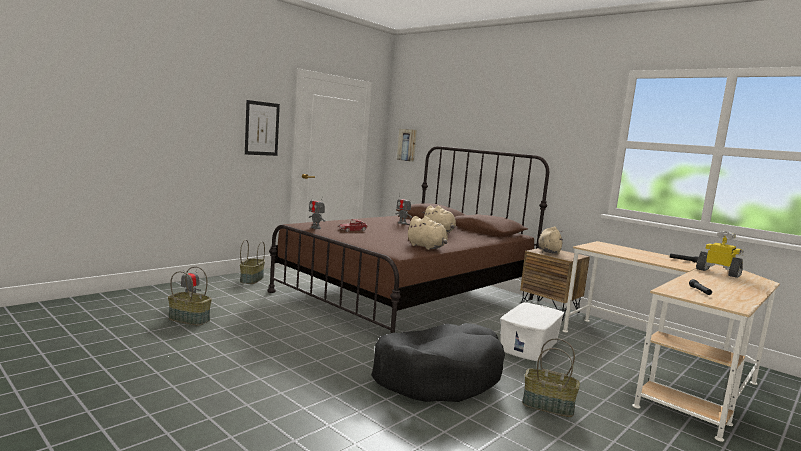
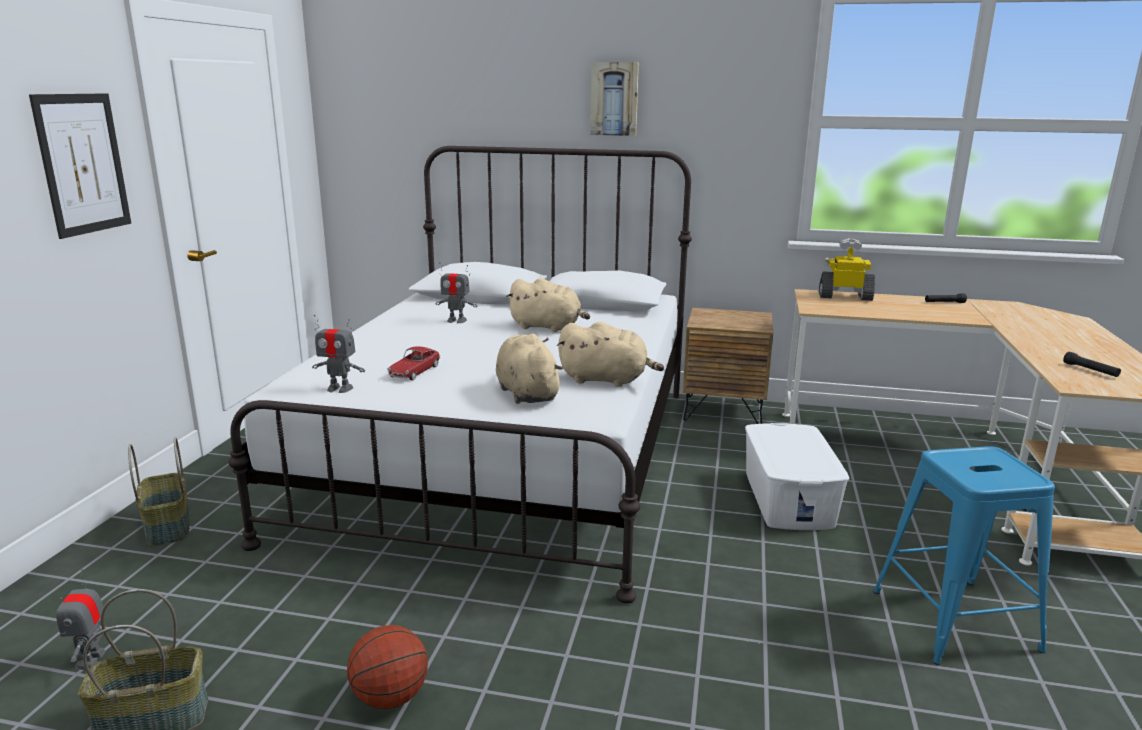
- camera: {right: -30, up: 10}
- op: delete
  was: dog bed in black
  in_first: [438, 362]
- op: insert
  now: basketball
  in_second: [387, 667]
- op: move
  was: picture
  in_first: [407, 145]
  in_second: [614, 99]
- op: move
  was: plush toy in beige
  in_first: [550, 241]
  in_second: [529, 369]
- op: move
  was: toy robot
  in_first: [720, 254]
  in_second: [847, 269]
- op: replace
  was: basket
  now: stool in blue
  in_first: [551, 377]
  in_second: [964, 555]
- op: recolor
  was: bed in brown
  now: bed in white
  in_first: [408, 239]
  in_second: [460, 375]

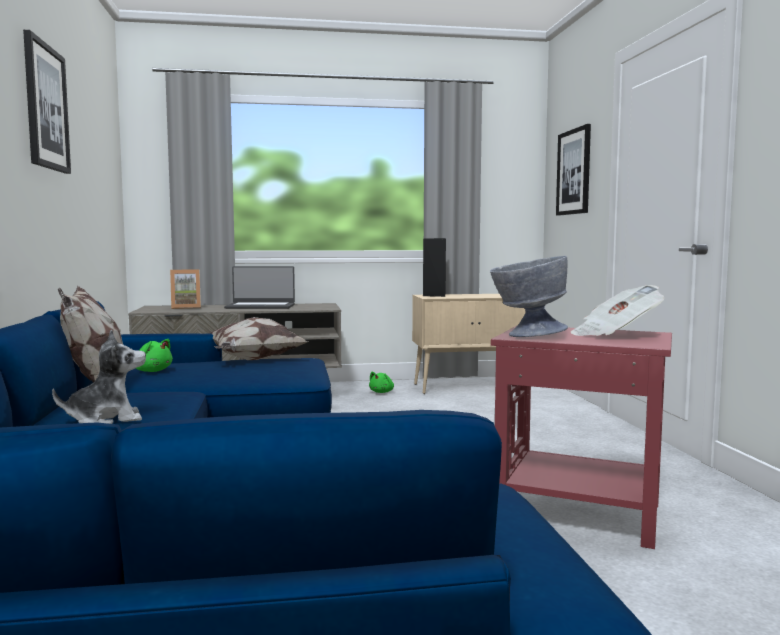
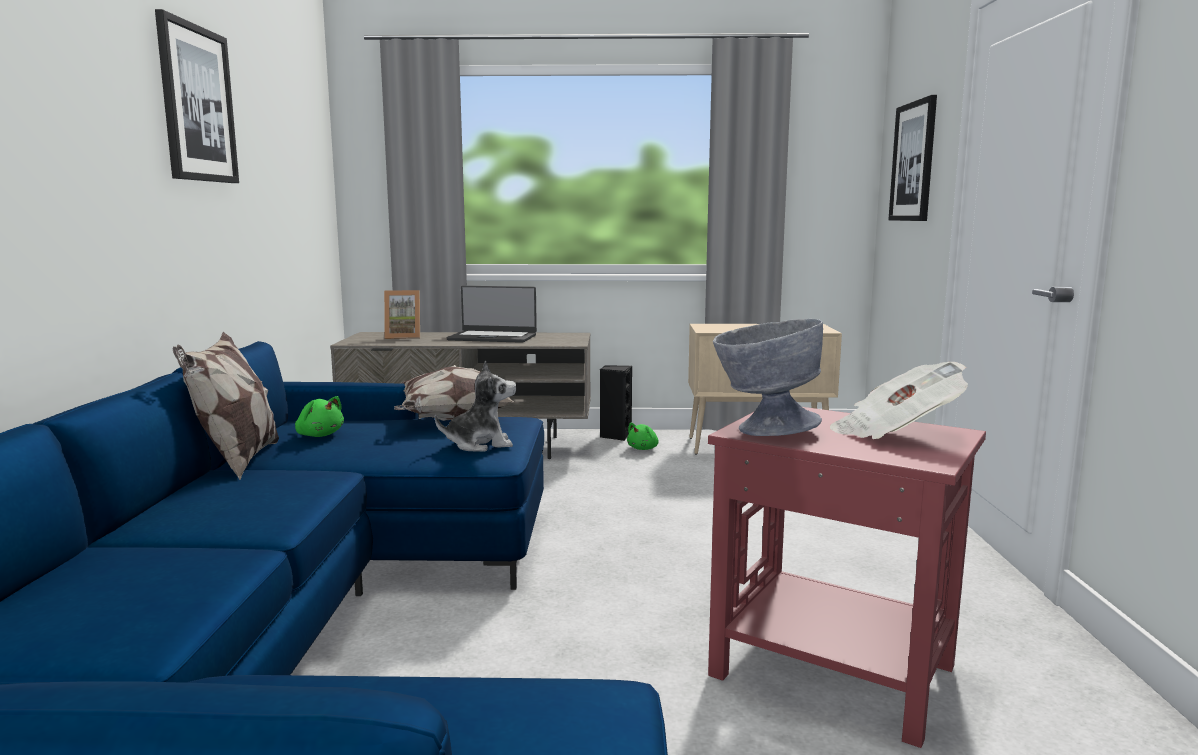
- camera: {right: 10, up: 5}
- op: move
  was: plush toy
  in_first: [99, 377]
  in_second: [475, 406]
- op: move
  was: speaker in black
  in_first: [434, 267]
  in_second: [616, 403]

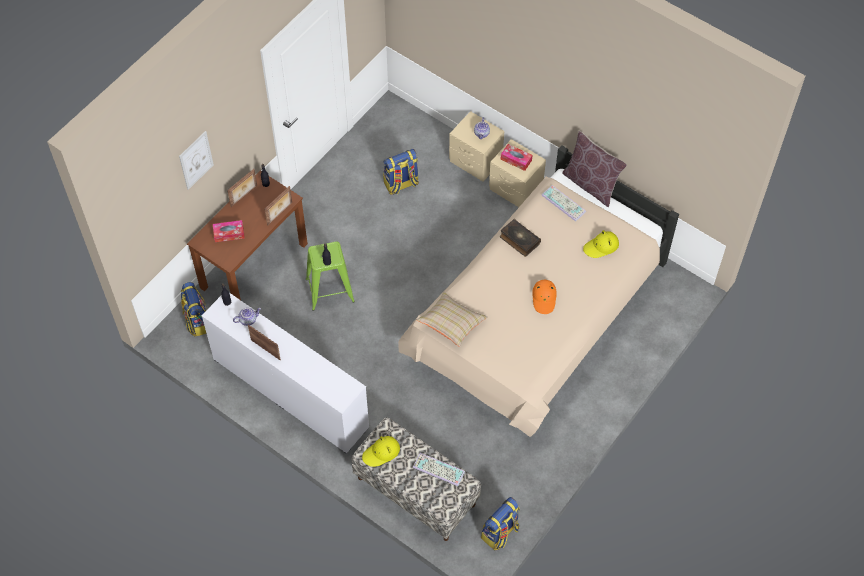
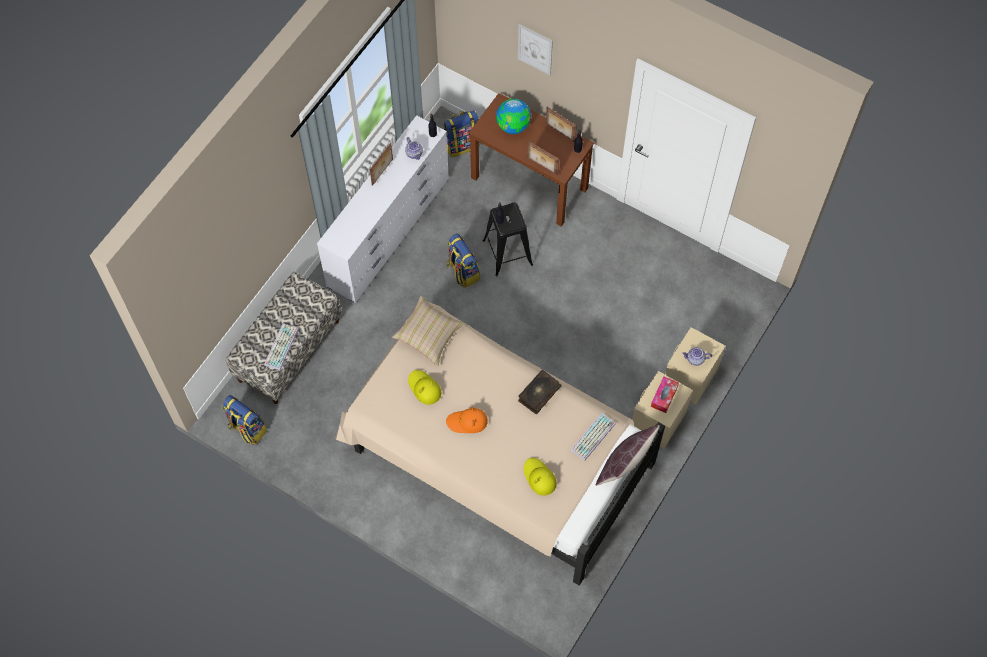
- camera: {right: 85, up: 5}
- op: move
  was: hat in yellow
  in_first: [381, 451]
  in_second: [424, 387]
- op: move
  was: backpack
  in_first: [401, 172]
  in_second: [463, 261]
- op: replace
  was: tissue box
  now: globe
  in_first: [229, 231]
  in_second: [513, 116]
- op: recolor
  was: stool in green
  now: stool in black
  in_first: [330, 276]
  in_second: [508, 239]

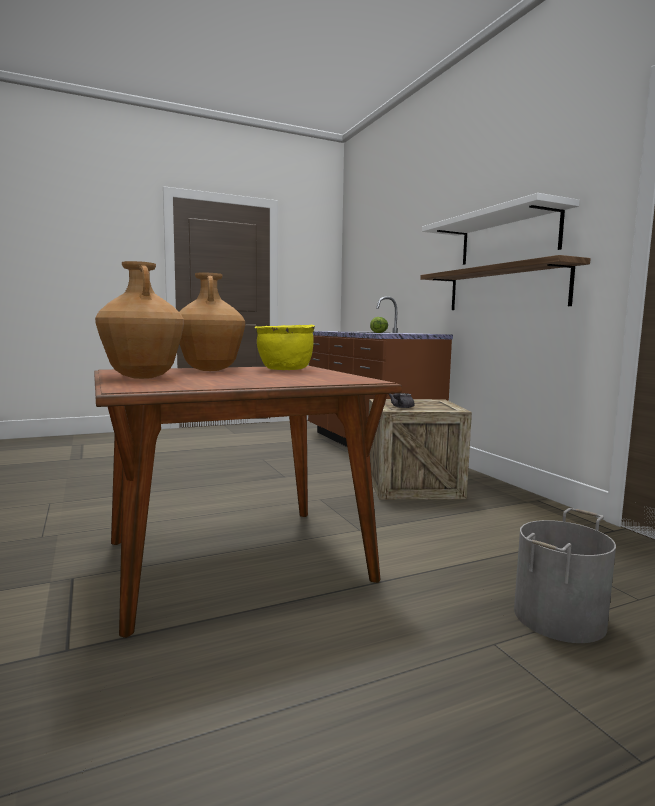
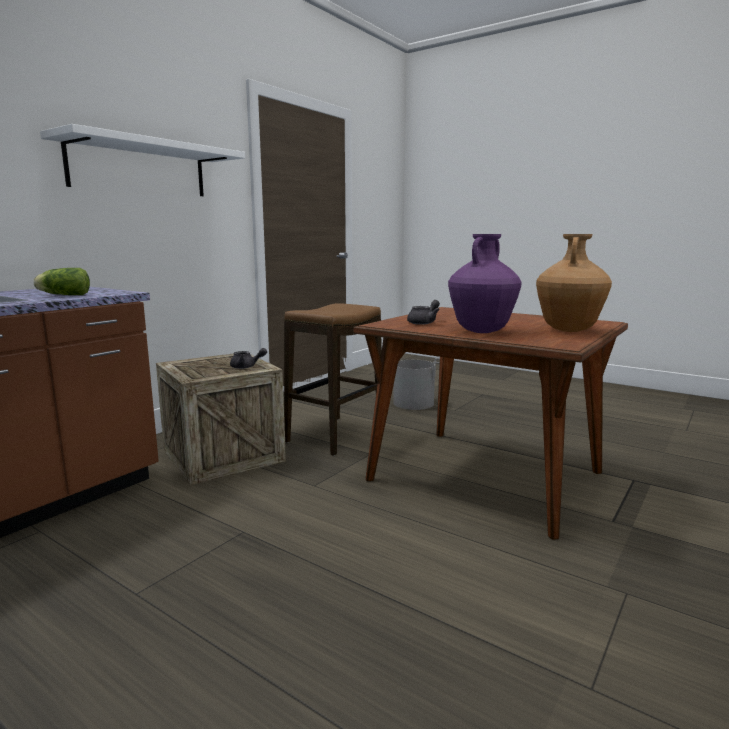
- camera: {right: -120, up: 5}
- op: delete
  was: shelf
  in_first: [505, 282]
- op: insert
  now: stool
  in_second: [333, 379]
- op: replace
  was: cooking pot in yellow
  now: teapot in grey
  in_first: [285, 347]
  in_second: [423, 312]
- op: recolor
  was: vase in brown
  now: vase in purple
  in_first: [212, 322]
  in_second: [485, 283]

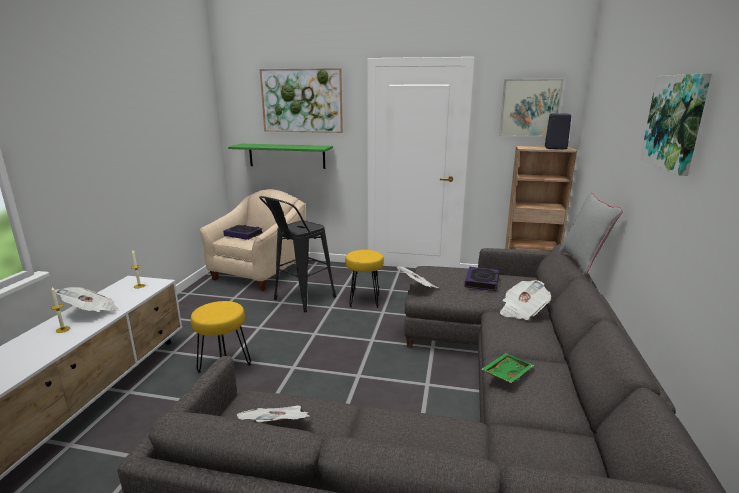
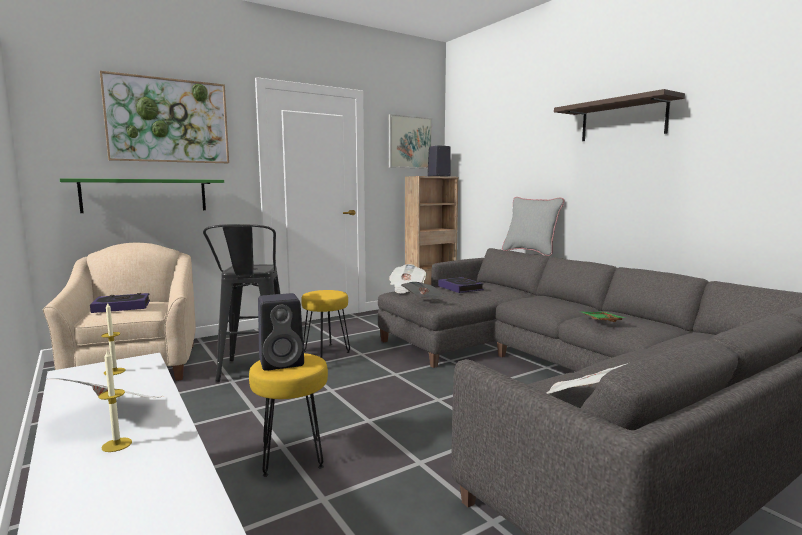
- camera: {right: -45, up: -10}
- op: insert
  now: speaker in black
  in_second: [281, 332]
- op: move
  was: newspaper
  in_first: [525, 300]
  in_second: [408, 278]
- op: replace
  was: picture
  now: shelf
  in_first: [676, 124]
  in_second: [619, 115]

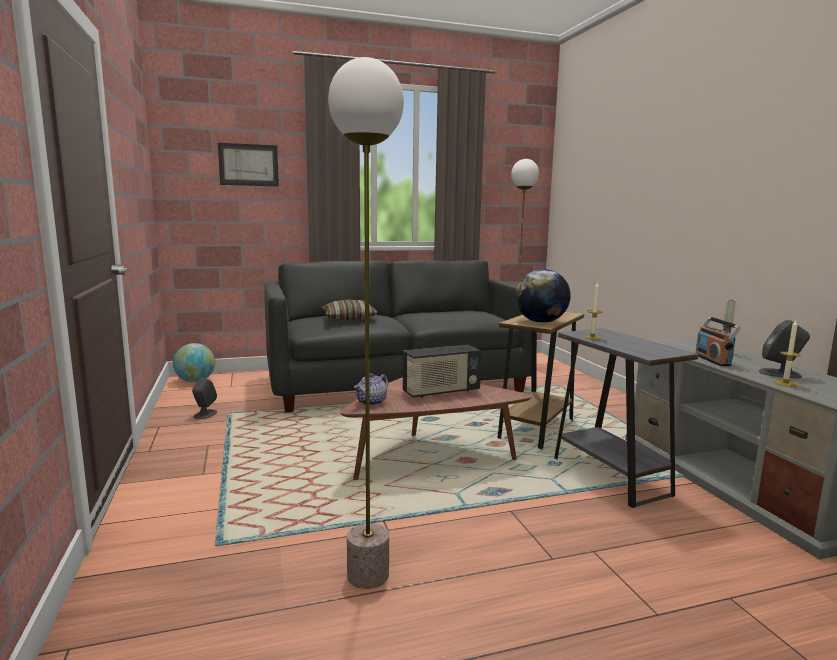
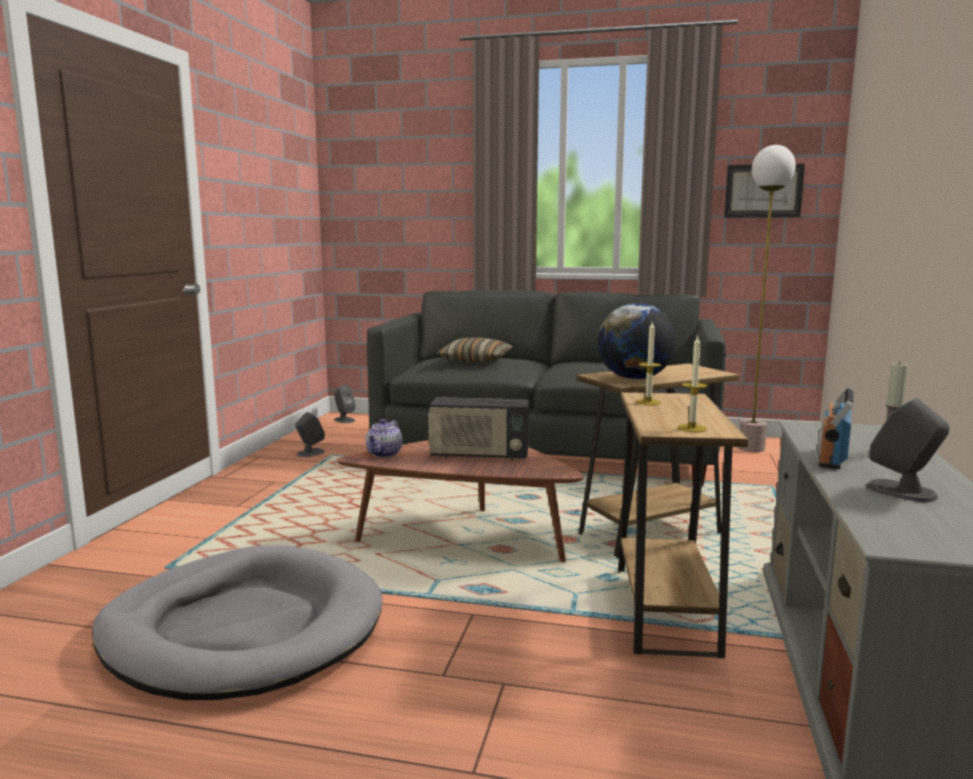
- camera: {right: 30, up: 0}
- op: move
  was: picture
  in_first: [248, 164]
  in_second: [764, 191]
- op: move
  was: candle
  in_first: [787, 353]
  in_second: [692, 384]
- op: replace
  was: globe
  now: speaker in grey
  in_first: [194, 362]
  in_second: [345, 404]
- op: replace
  was: floor lamp
  now: dog bed in grey
  in_first: [366, 323]
  in_second: [237, 622]
- op: recolor
  was: side table in grey
  now: side table in brown
  in_first: [626, 418]
  in_second: [683, 525]
- op: rotate
  was: teapot
  in_first: [371, 389]
  in_second: [384, 438]
  clockwise: -45

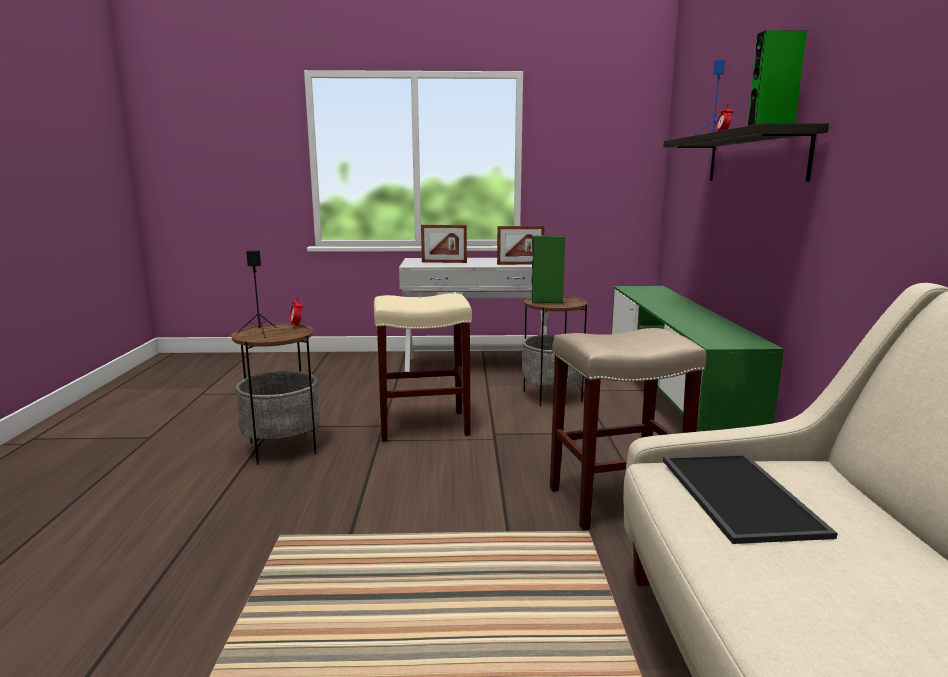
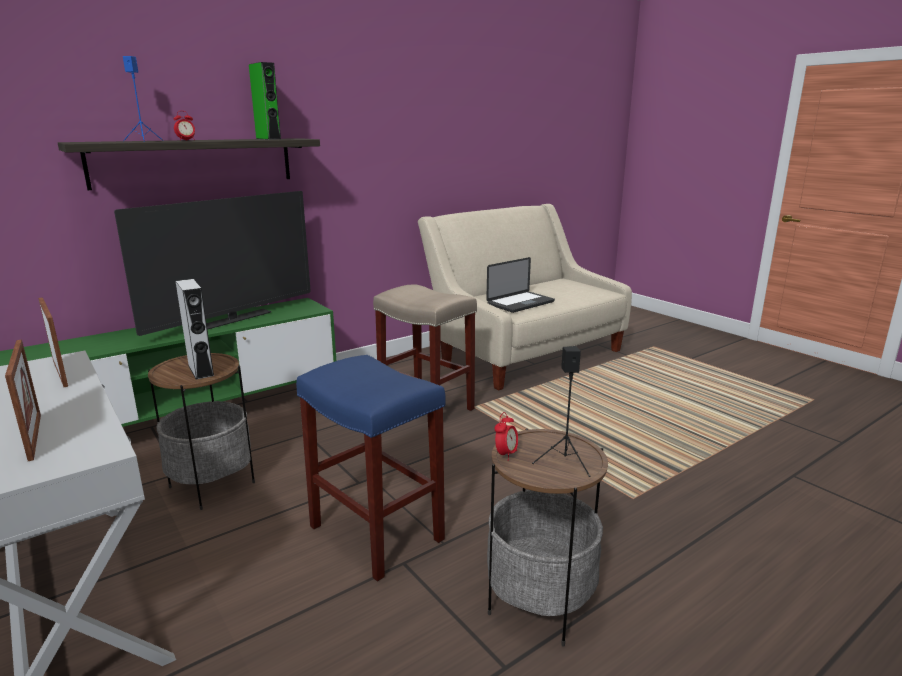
- camera: {right: -125, up: 5}
- op: insert
  now: television
  in_second: [212, 263]
- op: replace
  was: tray
  now: laptop
  in_first: [750, 499]
  in_second: [520, 285]
- op: recolor
  was: stool in beige
  now: stool in blue
  in_first: [423, 367]
  in_second: [371, 468]
- op: recolor
  was: speaker in green
  now: speaker in grey
  in_first: [548, 269]
  in_second: [195, 329]

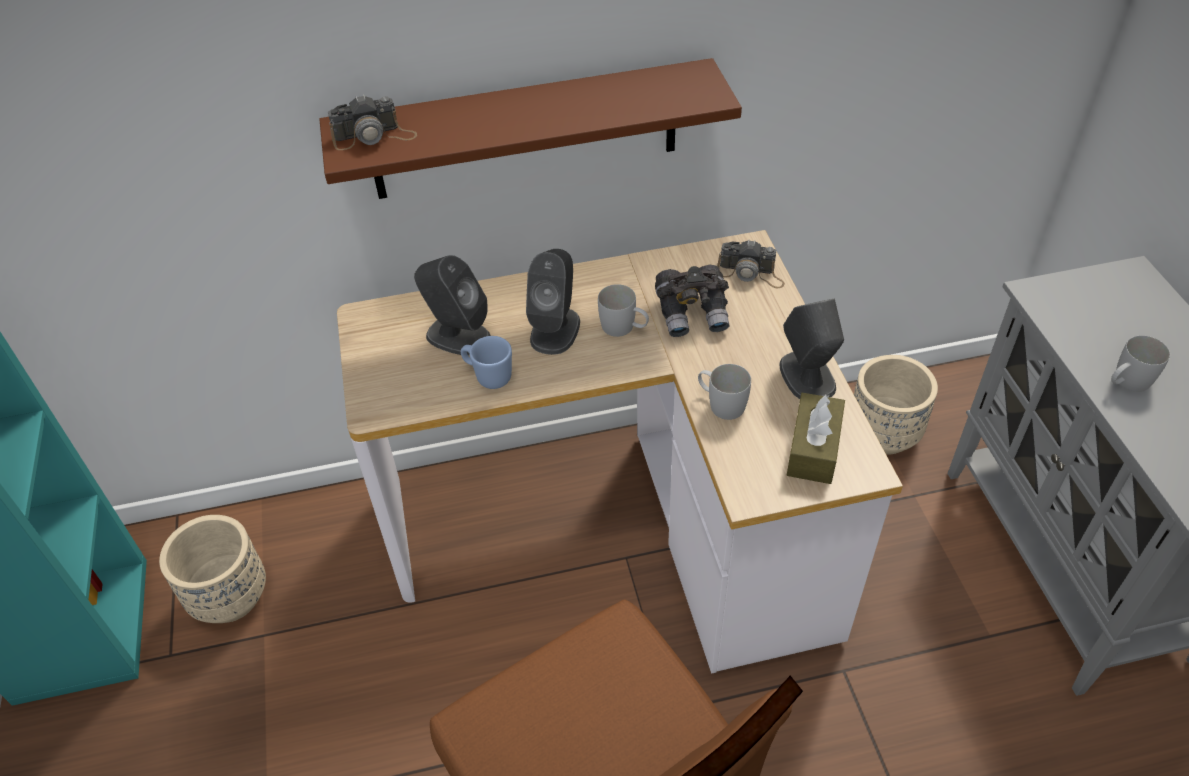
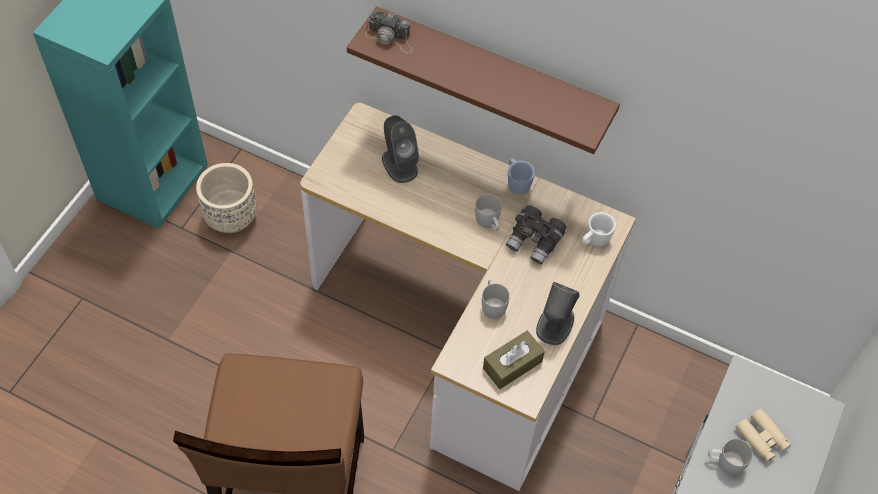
- camera: {right: 35, up: 10}
- op: delete
  was: speaker in grey
  in_first: [553, 302]
- op: delete
  was: planter in beige
  in_first: [896, 405]
- op: insert
  now: binoculars in beige
  in_second: [763, 435]
- op: move
  was: mug in blue
  in_first: [486, 362]
  in_second: [521, 176]
- op: replace
  was: photo camera
  now: mug in white
  in_first: [751, 263]
  in_second: [599, 229]

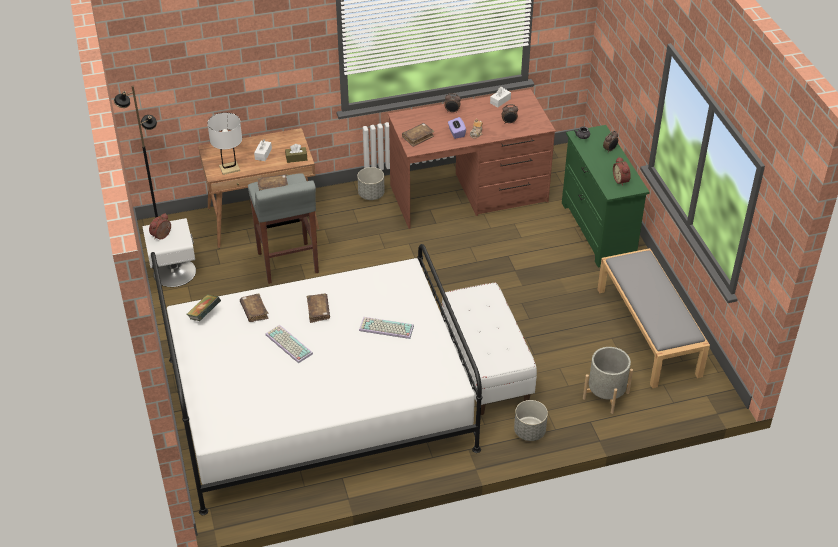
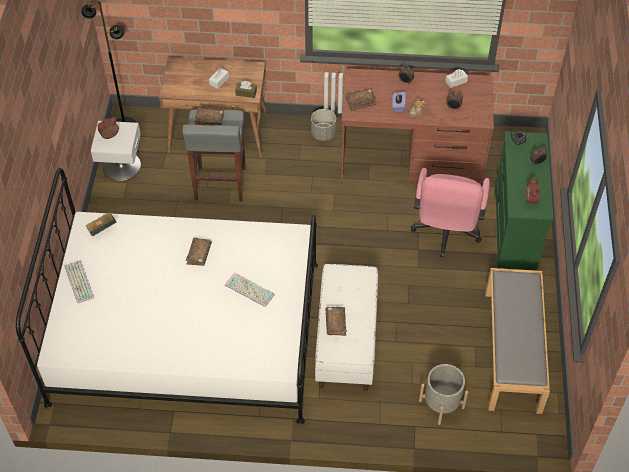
- camera: {right: 20, up: 10}
- op: delete
  was: table lamp in white
  in_first: [224, 143]
- op: delete
  was: planter in grey
  in_first: [531, 420]
- op: insert
  now: office chair in pink
  in_second: [450, 212]
- op: move
  was: book in brown
  in_first: [254, 308]
  in_second: [336, 321]
- op: move
  was: keyboard
  in_first: [289, 344]
  in_second: [79, 281]

